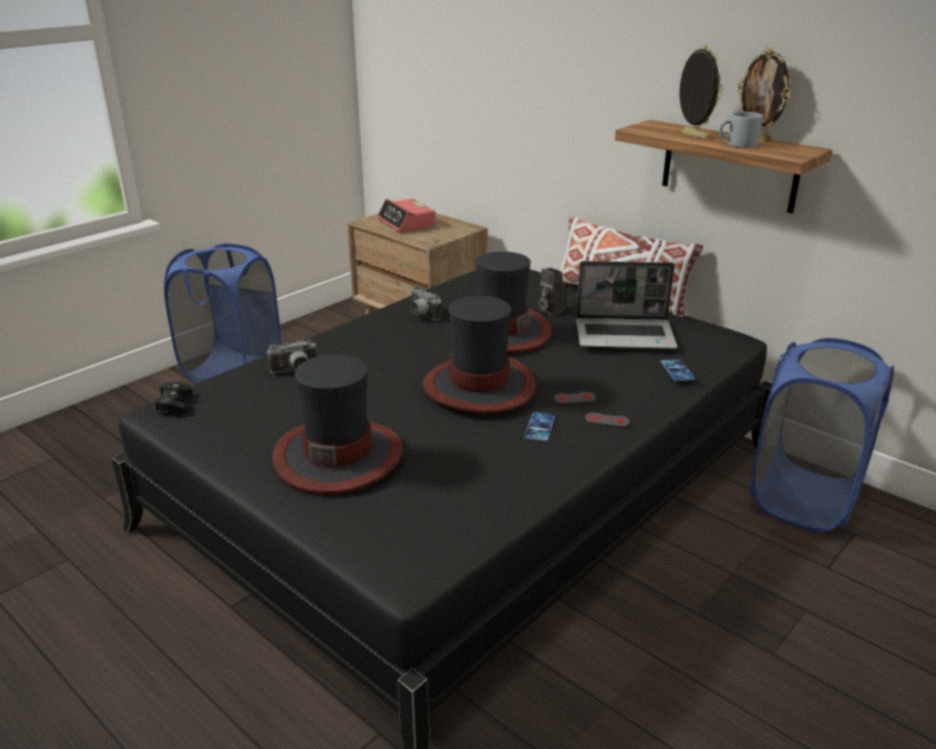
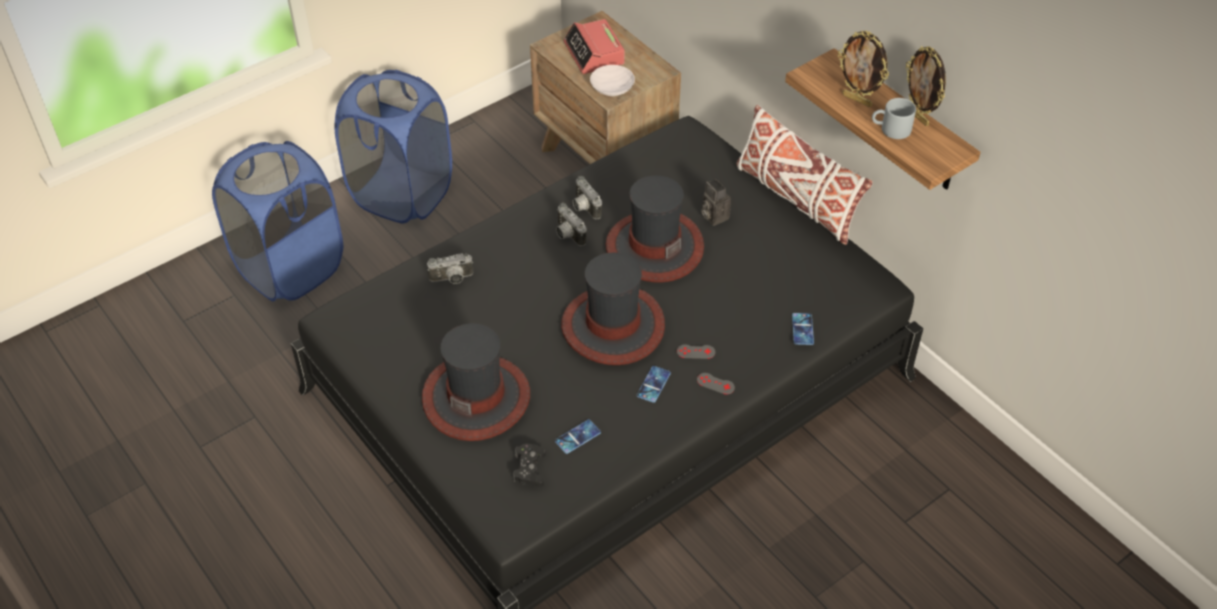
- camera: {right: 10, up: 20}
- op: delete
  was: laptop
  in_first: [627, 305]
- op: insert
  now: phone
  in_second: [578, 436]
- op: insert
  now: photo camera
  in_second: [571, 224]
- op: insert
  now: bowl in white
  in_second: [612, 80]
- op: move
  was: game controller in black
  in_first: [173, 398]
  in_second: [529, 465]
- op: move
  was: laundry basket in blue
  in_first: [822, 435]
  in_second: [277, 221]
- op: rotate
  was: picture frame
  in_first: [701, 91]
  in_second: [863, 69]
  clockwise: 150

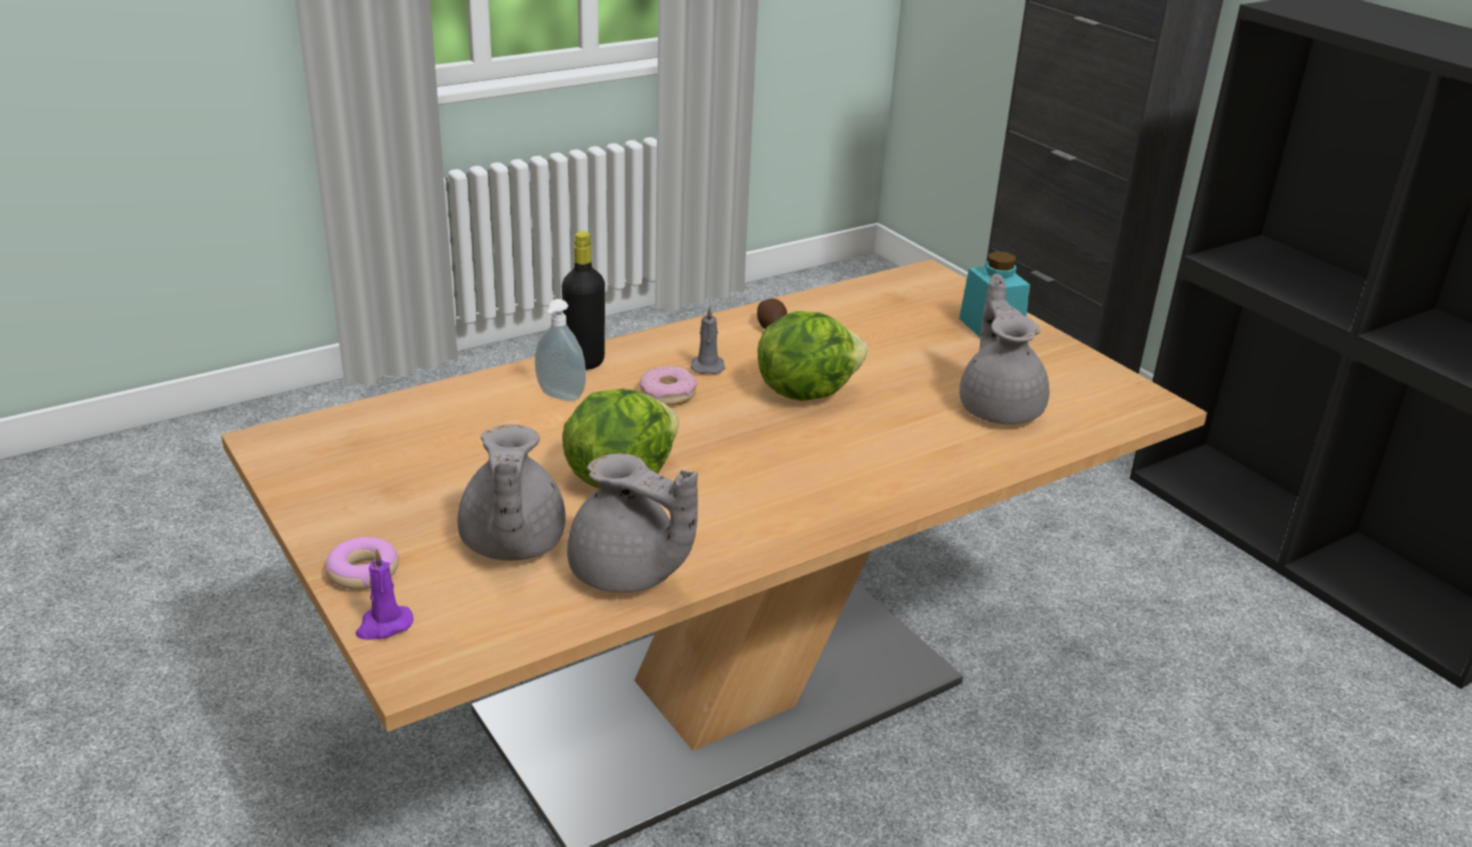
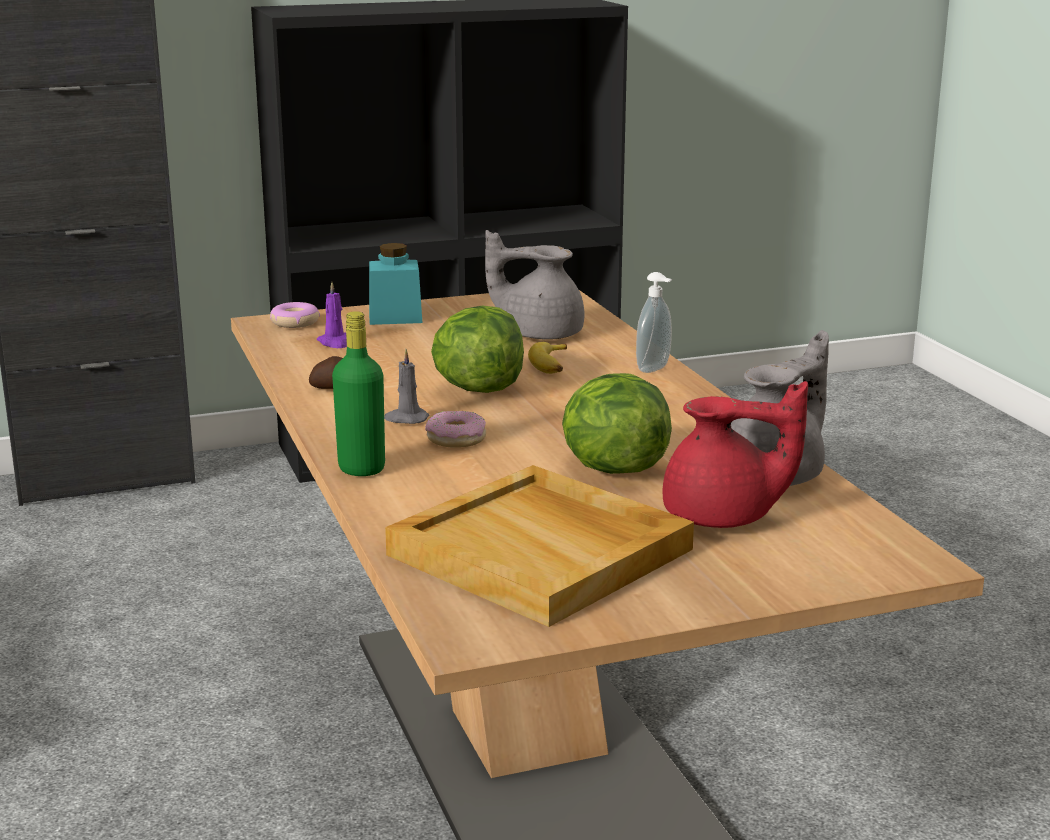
- camera: {right: -75, up: -10}
- op: insert
  now: tray in beige
  in_second: [539, 546]
- op: insert
  now: banana
  in_second: [547, 358]
- op: move
  was: donut
  in_first: [362, 563]
  in_second: [295, 315]
- op: move
  was: candle in purple
  in_first: [385, 594]
  in_second: [332, 314]
- op: move
  was: soap dispenser
  in_first: [560, 350]
  in_second: [654, 322]
- op: recolor
  was: teapot in grey
  now: teapot in red
  in_first: [512, 492]
  in_second: [735, 454]
- op: recolor
  was: bottle in black
  now: bottle in green
  in_first: [583, 300]
  in_second: [358, 393]

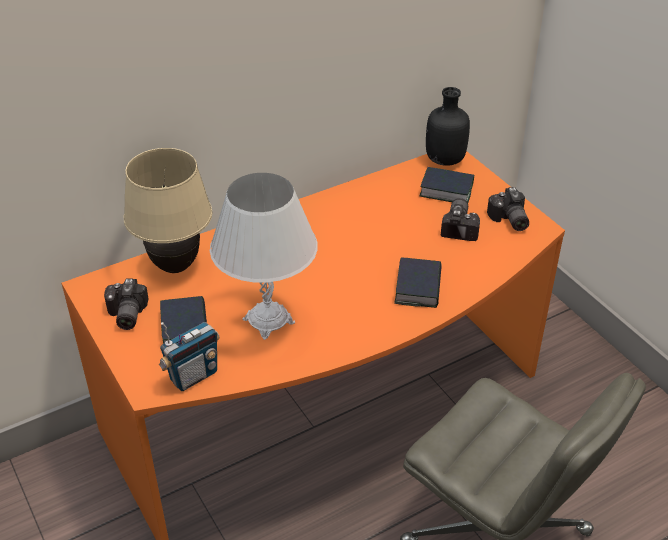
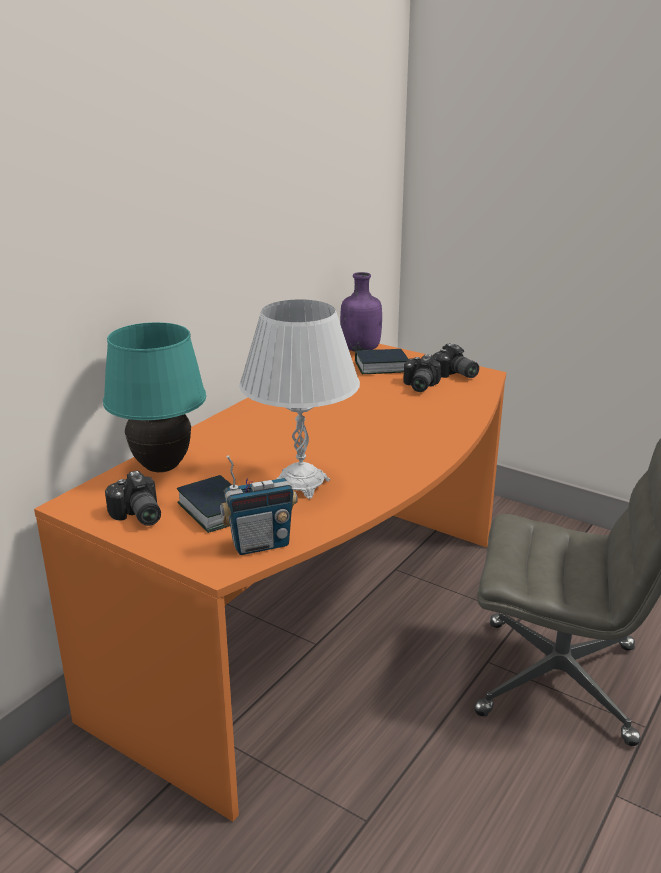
- camera: {right: -25, up: -15}
- op: delete
  was: book
  in_first: [418, 282]
- op: recolor
  was: table lamp in beige
  now: table lamp in turquoise
  in_first: [168, 210]
  in_second: [154, 397]
- op: recolor
  was: bottle in black
  now: bottle in purple
  in_first: [448, 126]
  in_second: [361, 312]
- op: rotate
  was: radio
  in_first: [189, 356]
  in_second: [259, 505]
  clockwise: 45
- op: rotate
  was: photo camera
  in_first: [460, 219]
  in_second: [422, 373]
  clockwise: -150

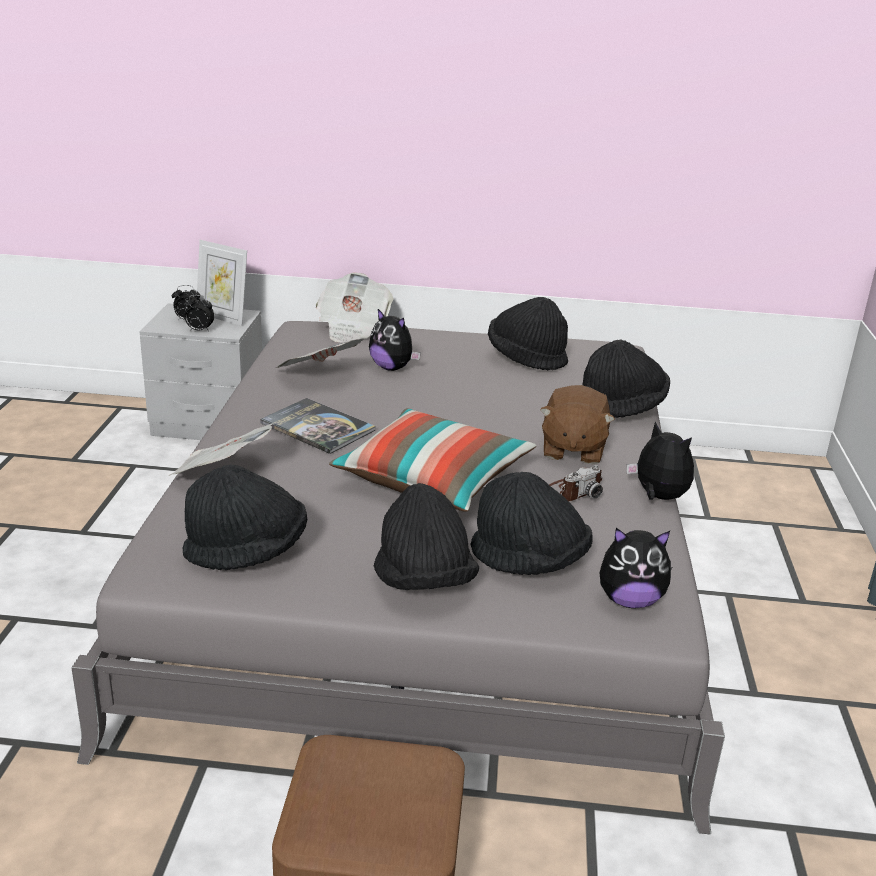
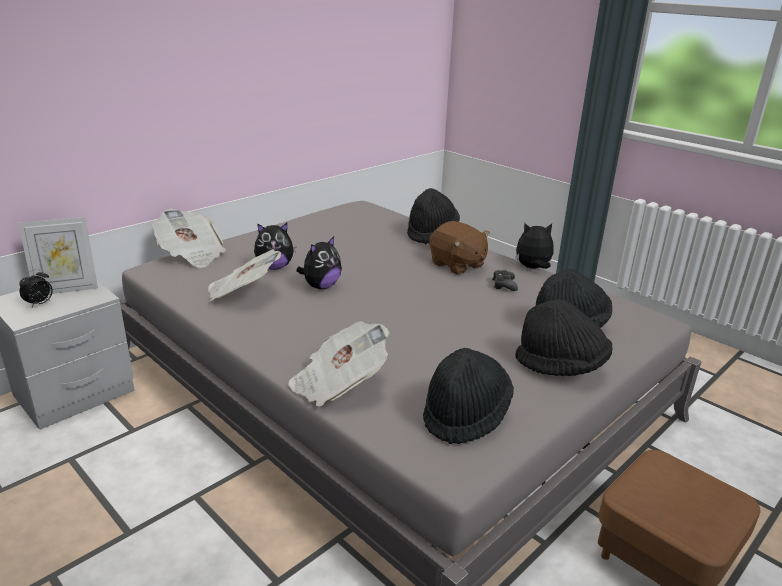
- camera: {right: -50, up: 0}
- op: delete
  was: alarm clock
  in_first: [198, 313]
- op: delete
  was: book
  in_first: [318, 426]
- op: delete
  was: pillow
  in_first: [432, 460]
- op: delete
  was: hat in black
  in_first: [528, 334]
- op: move
  was: plush toy
  in_first: [636, 568]
  in_second: [319, 262]
- op: replace
  was: photo camera
  now: game controller in black
  in_first: [576, 483]
  in_second: [505, 280]

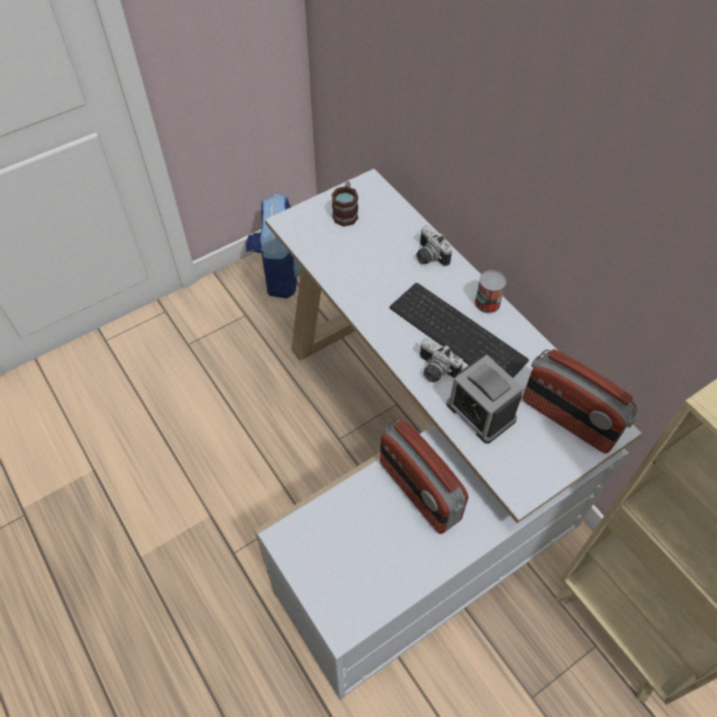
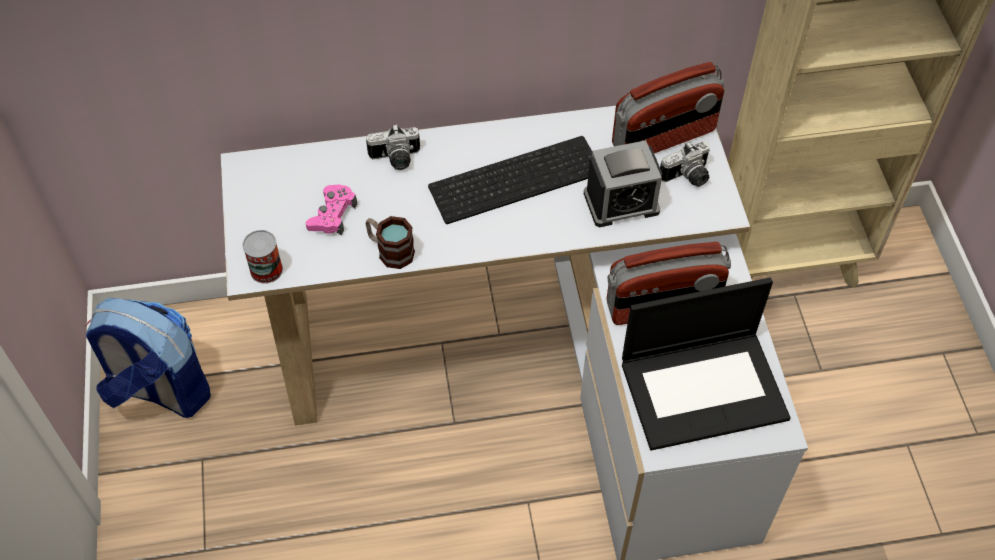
- camera: {right: -65, up: 0}
- op: insert
  now: game controller in pink
  in_second: [331, 209]
- op: insert
  now: laptop
  in_second: [706, 364]
- op: move
  was: mug
  in_first: [345, 204]
  in_second: [390, 242]
- op: move
  was: photo camera
  in_first: [441, 360]
  in_second: [685, 164]
- op: move
  was: can
  in_first: [490, 291]
  in_second: [262, 257]

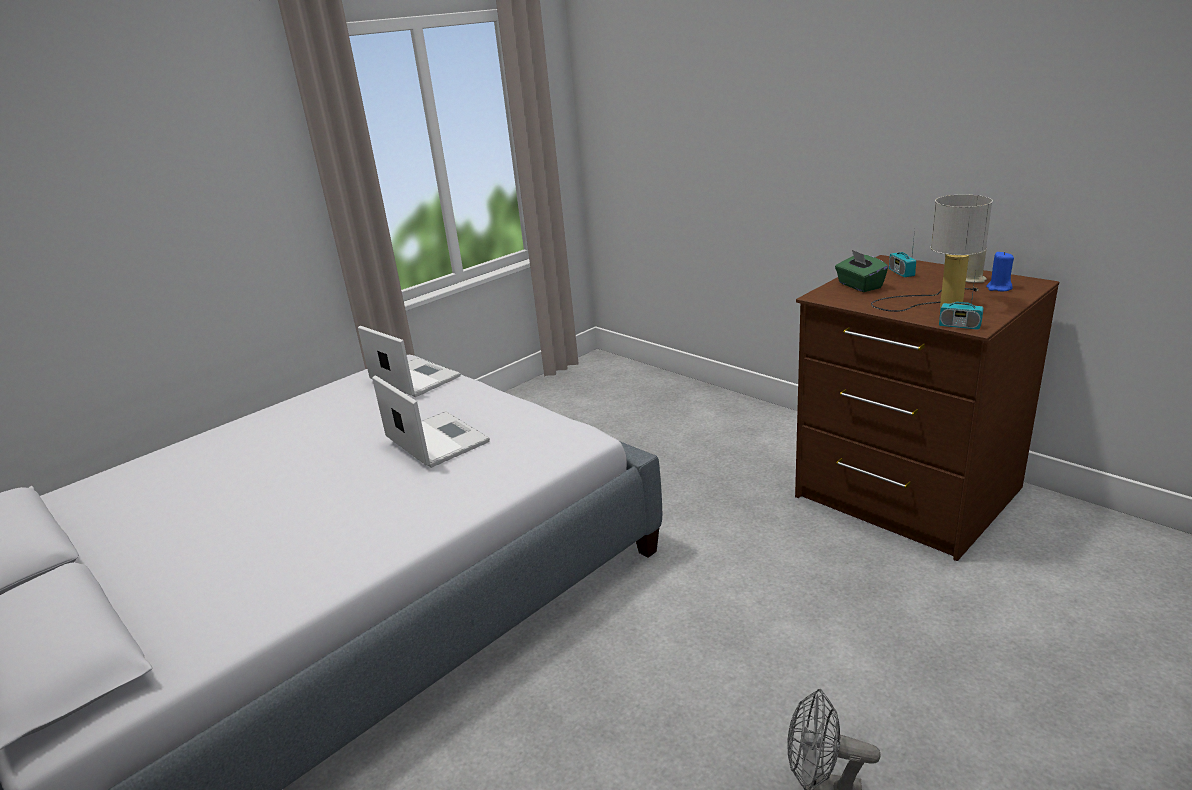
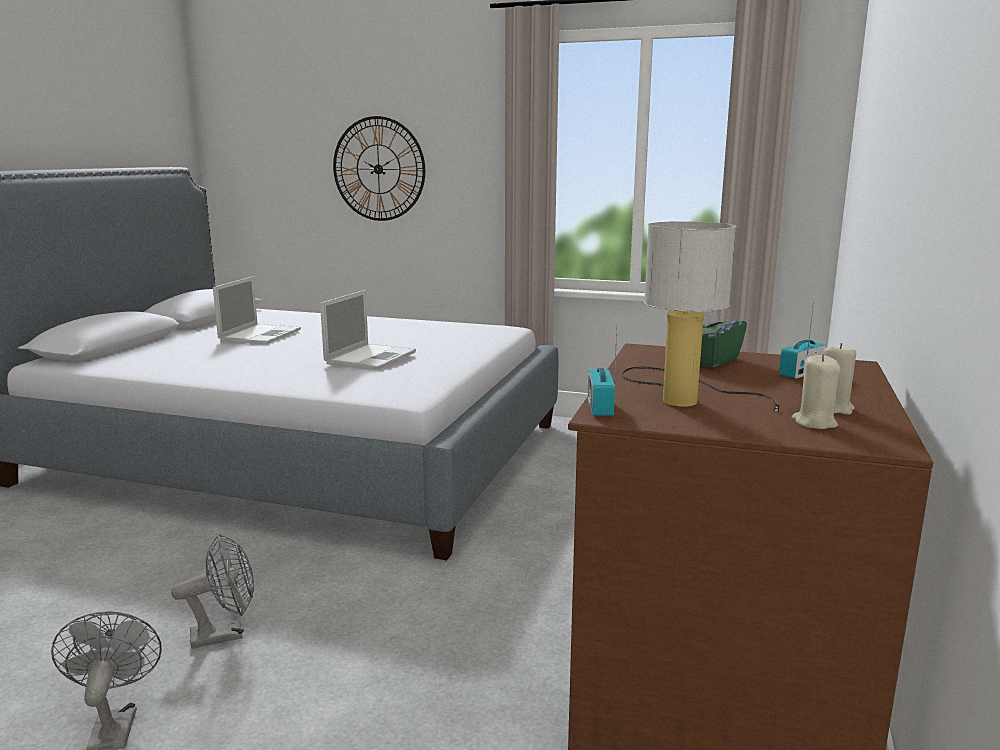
- camera: {right: 60, up: -10}
- op: insert
  now: fan in grey
  in_second: [212, 591]
- op: insert
  now: wall clock
  in_second: [379, 168]
- op: move
  was: laptop
  in_first: [409, 361]
  in_second: [257, 310]
- op: recolor
  was: candle in blue
  now: candle in beige
  in_first: [1000, 271]
  in_second: [816, 391]

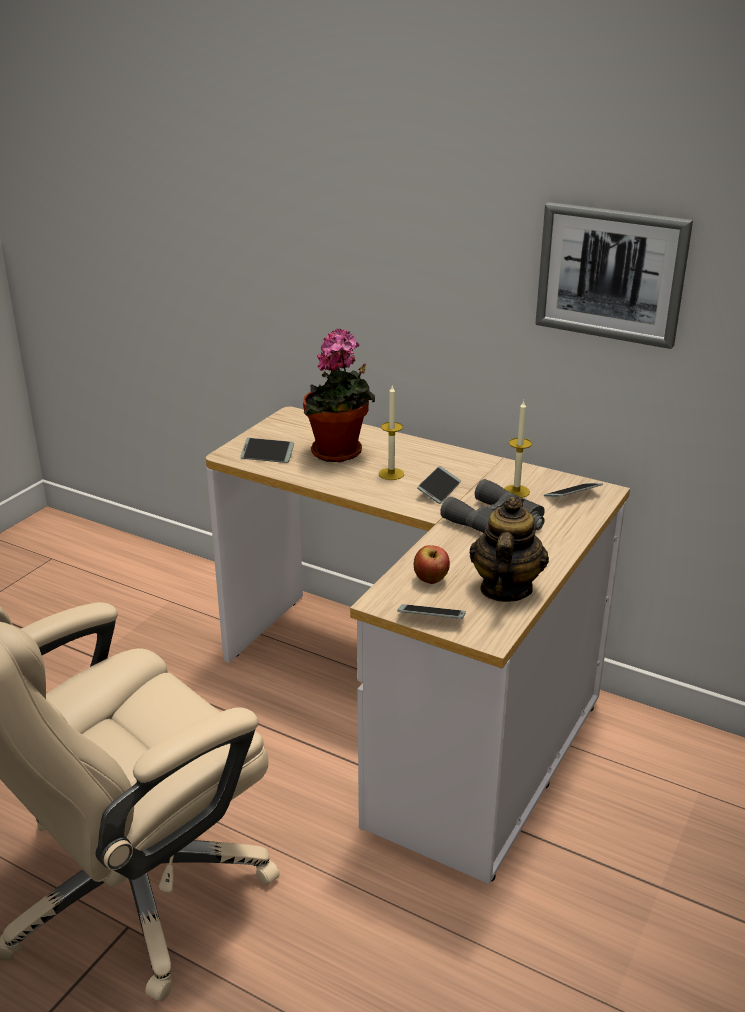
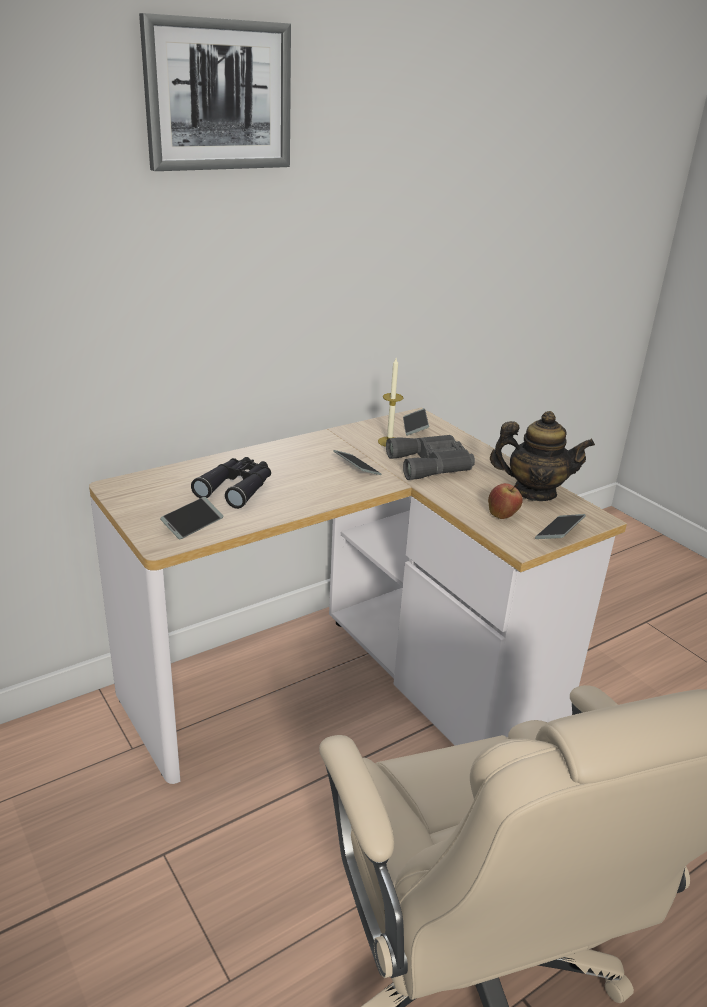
- camera: {right: -65, up: 0}
- op: delete
  was: candle
  in_first: [391, 433]
- op: move
  was: picture
  in_first: [614, 275]
  in_second: [215, 92]
- op: replace
  was: potted plant
  now: binoculars in black
  in_first: [339, 395]
  in_second: [231, 483]
- op: rotate
  was: teapot
  in_first: [509, 549]
  in_second: [542, 456]
  clockwise: 150

